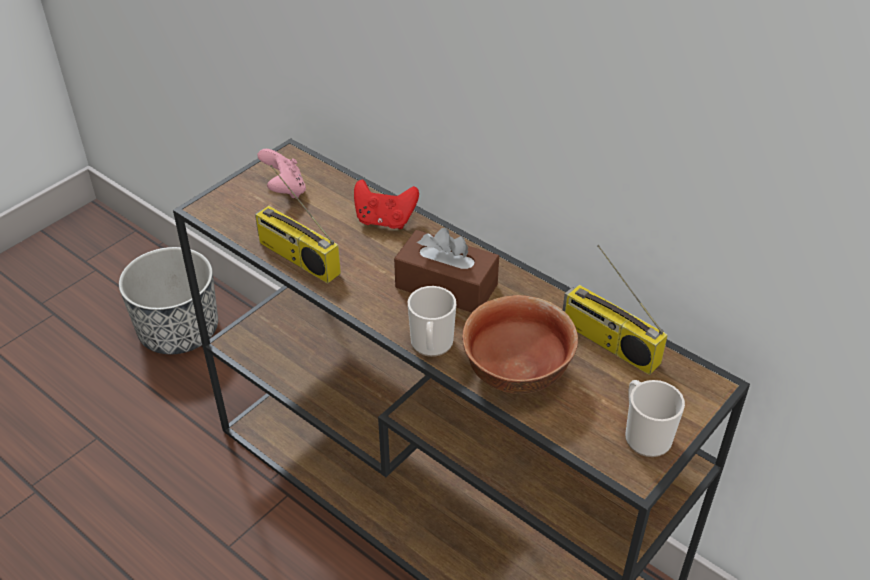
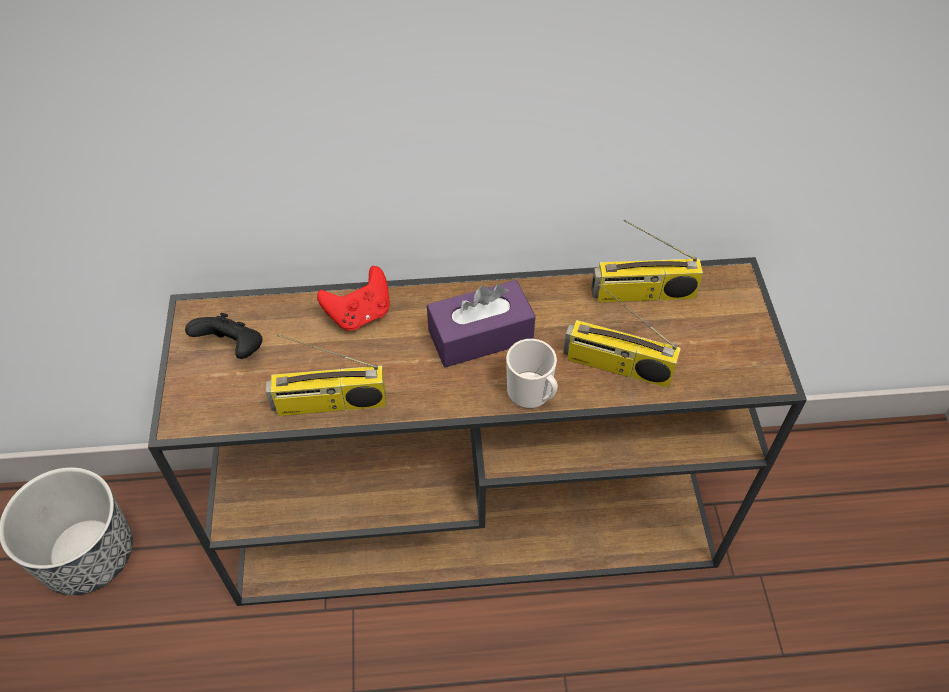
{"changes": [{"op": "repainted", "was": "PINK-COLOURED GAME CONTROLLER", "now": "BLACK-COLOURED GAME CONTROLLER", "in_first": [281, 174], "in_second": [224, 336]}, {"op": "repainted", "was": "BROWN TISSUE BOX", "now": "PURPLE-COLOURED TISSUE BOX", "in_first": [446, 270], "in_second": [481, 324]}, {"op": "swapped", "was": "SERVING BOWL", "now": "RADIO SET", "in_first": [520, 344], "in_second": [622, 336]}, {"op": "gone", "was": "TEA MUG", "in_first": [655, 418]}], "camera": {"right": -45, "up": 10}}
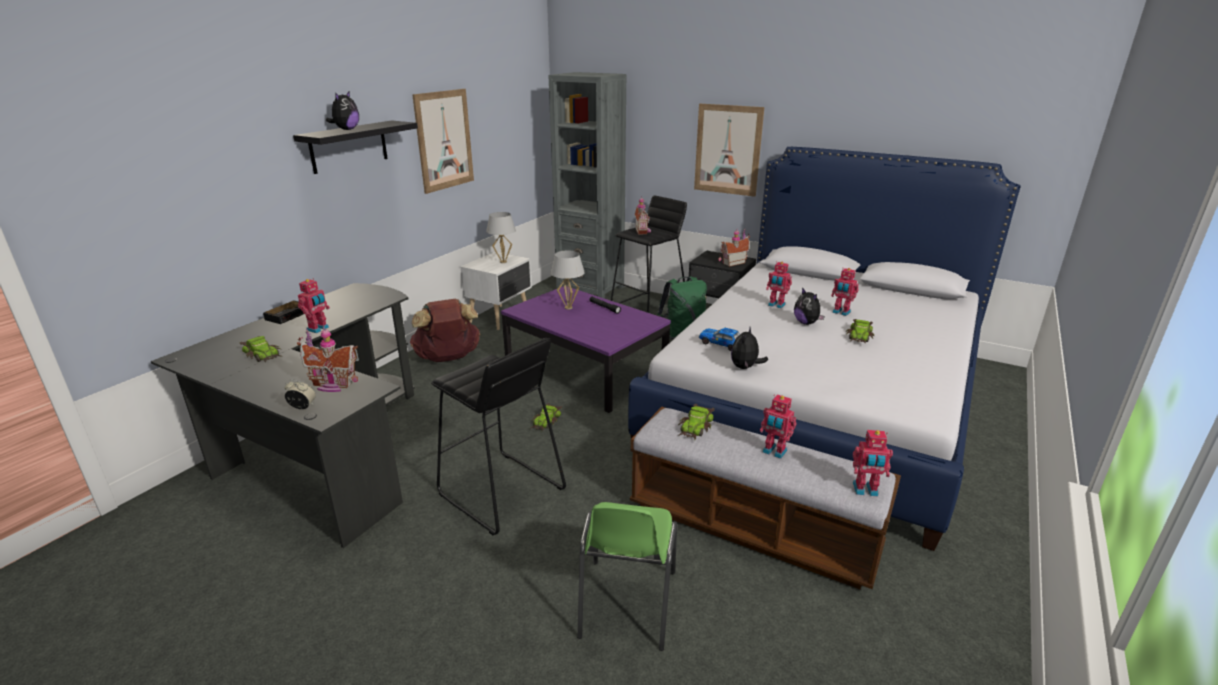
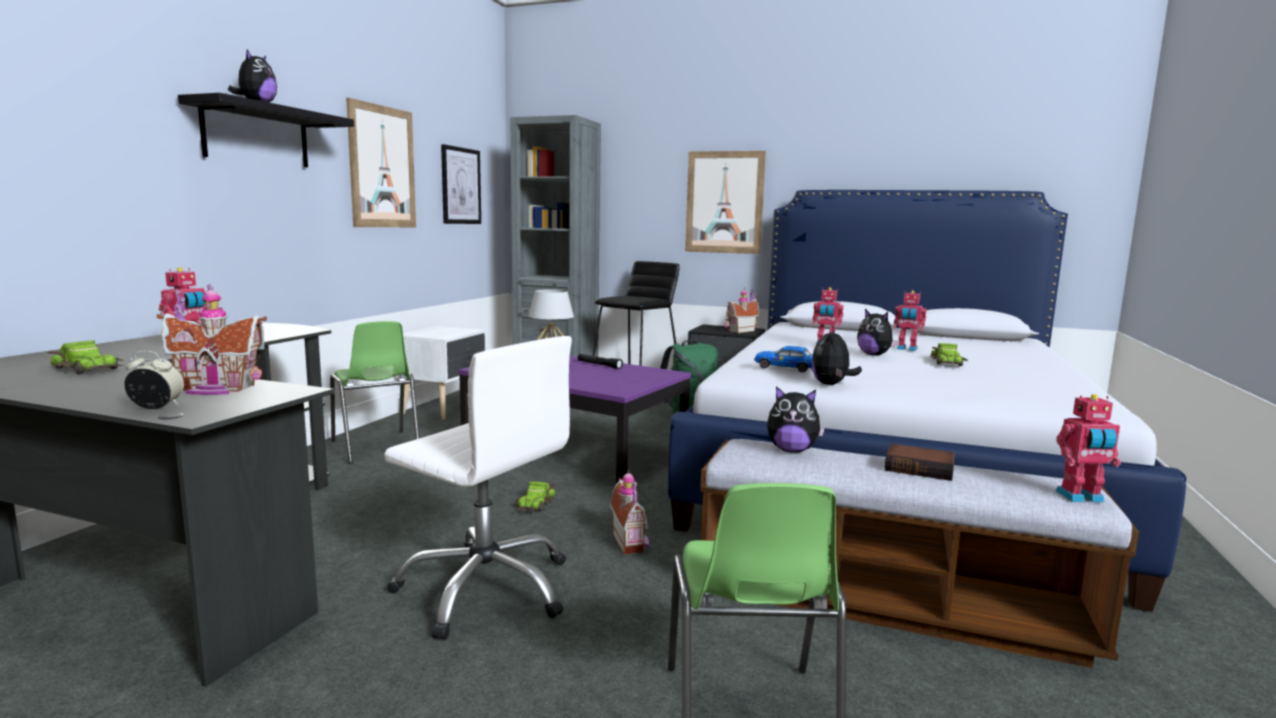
{"changes": [{"op": "swapped", "was": "BROWN KNAPSACK", "now": "GREEN-COLOURED PLAIN CHAIR", "in_first": [445, 330], "in_second": [374, 392]}, {"op": "swapped", "was": "BLACK-COLOURED SITTING STOOL", "now": "WHITE-COLOURED COMPUTER CHAIR", "in_first": [498, 436], "in_second": [478, 488]}, {"op": "new", "now": "WALL PICTURE", "in_second": [461, 184]}, {"op": "shifted", "was": "MINIATURE HOUSE", "in_first": [642, 216], "in_second": [629, 512]}, {"op": "swapped", "was": "MODEL CAR", "now": "CUDDLY TOY", "in_first": [696, 421], "in_second": [796, 420]}, {"op": "swapped", "was": "MODEL ROBOT", "now": "BOUND BOOK", "in_first": [778, 426], "in_second": [920, 462]}, {"op": "gone", "was": "TABLE CLOCK", "in_first": [283, 312]}, {"op": "gone", "was": "WHITE-COLOURED LAMP FOR A TABLE", "in_first": [501, 237]}], "camera": {"right": -10, "up": -15}}
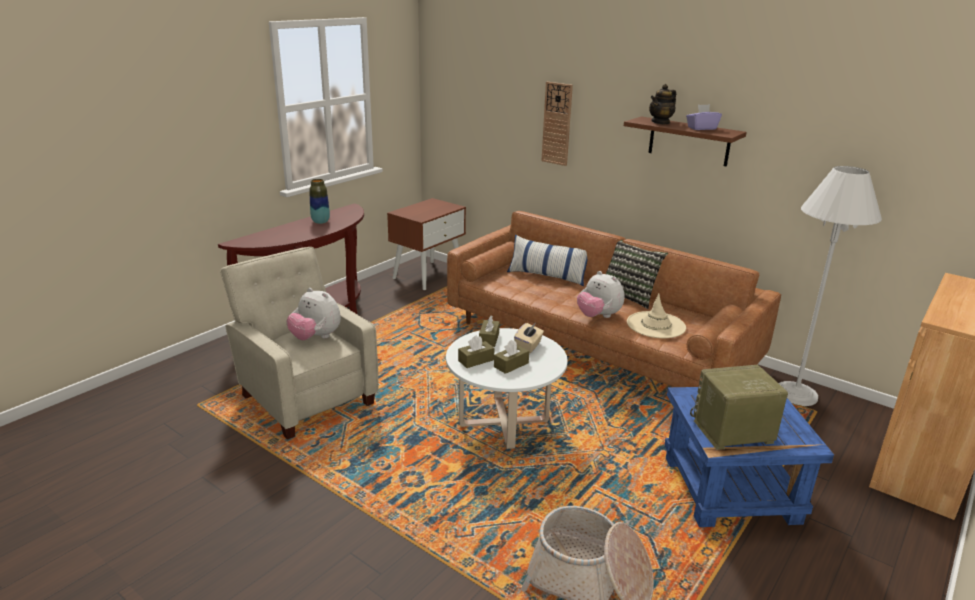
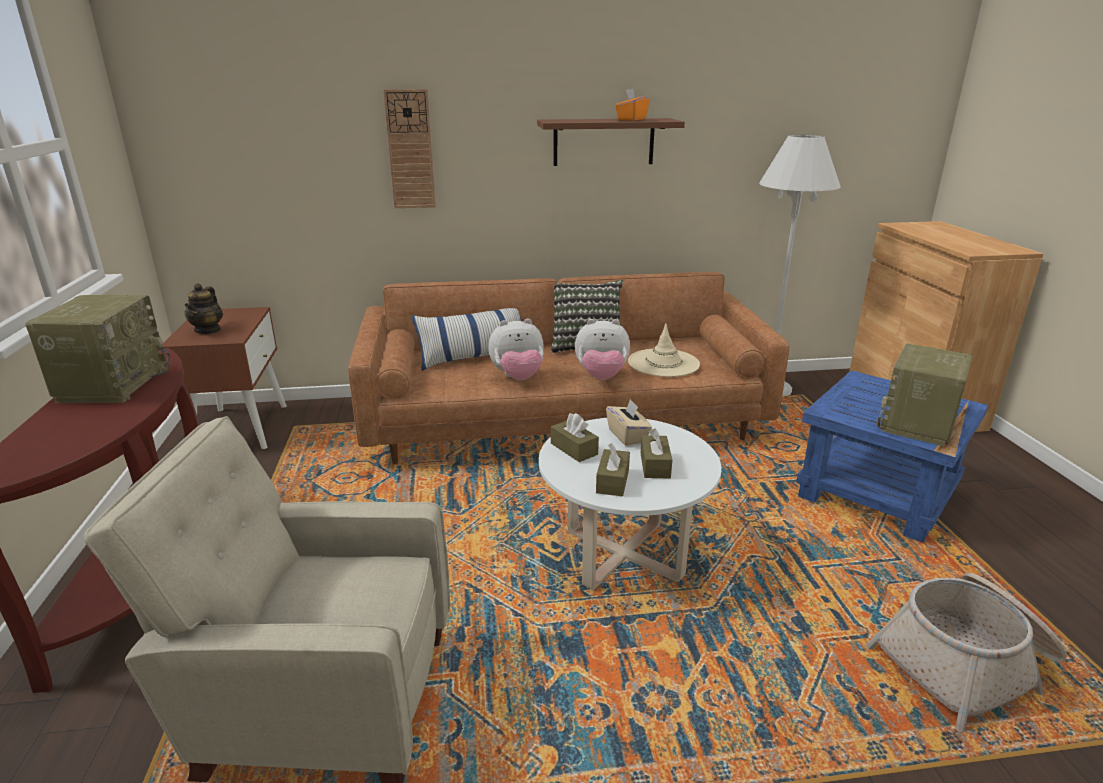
{"changes": [{"op": "swapped", "was": "DECORATIVE VASE", "now": "RADIO SET", "in_first": [319, 201], "in_second": [97, 349]}, {"op": "shifted", "was": "TEA POT", "in_first": [662, 104], "in_second": [204, 308]}, {"op": "shifted", "was": "CUDDLY TOY", "in_first": [314, 314], "in_second": [516, 349]}, {"op": "repainted", "was": "PURPLE-COLOURED TISSUE BOX", "now": "ORANGEY TISSUE BOX", "in_first": [704, 117], "in_second": [632, 105]}], "camera": {"right": -45, "up": 0}}
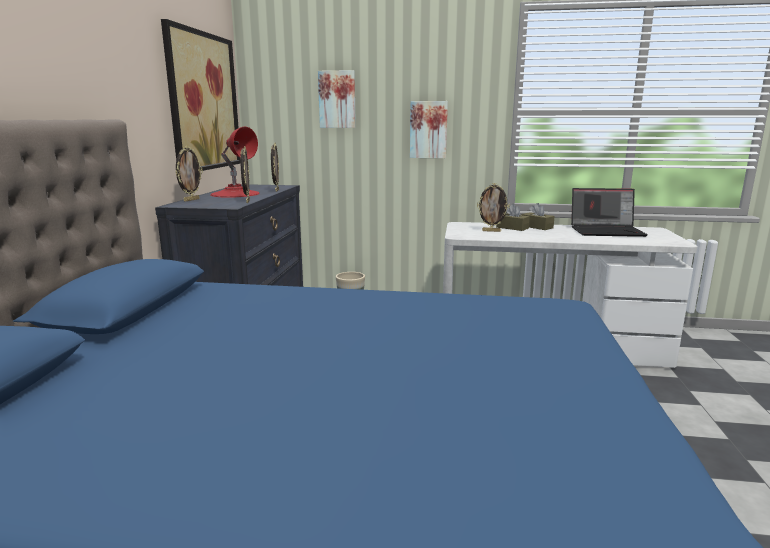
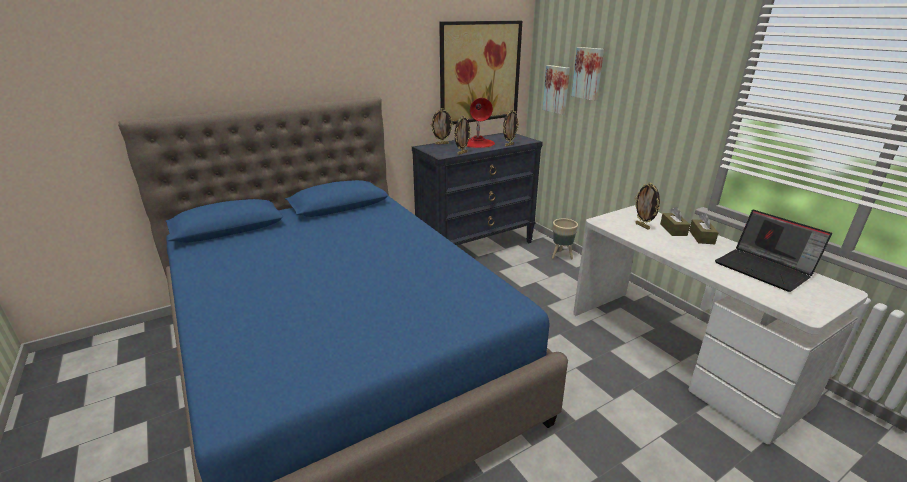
{"changes": [{"op": "shifted", "was": "WALL PICTURE", "in_first": [429, 129], "in_second": [556, 90]}], "camera": {"right": 50, "up": 10}}
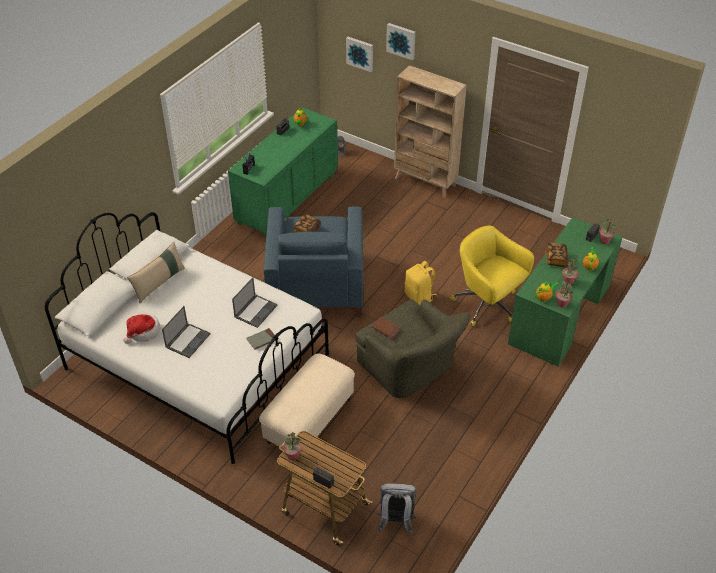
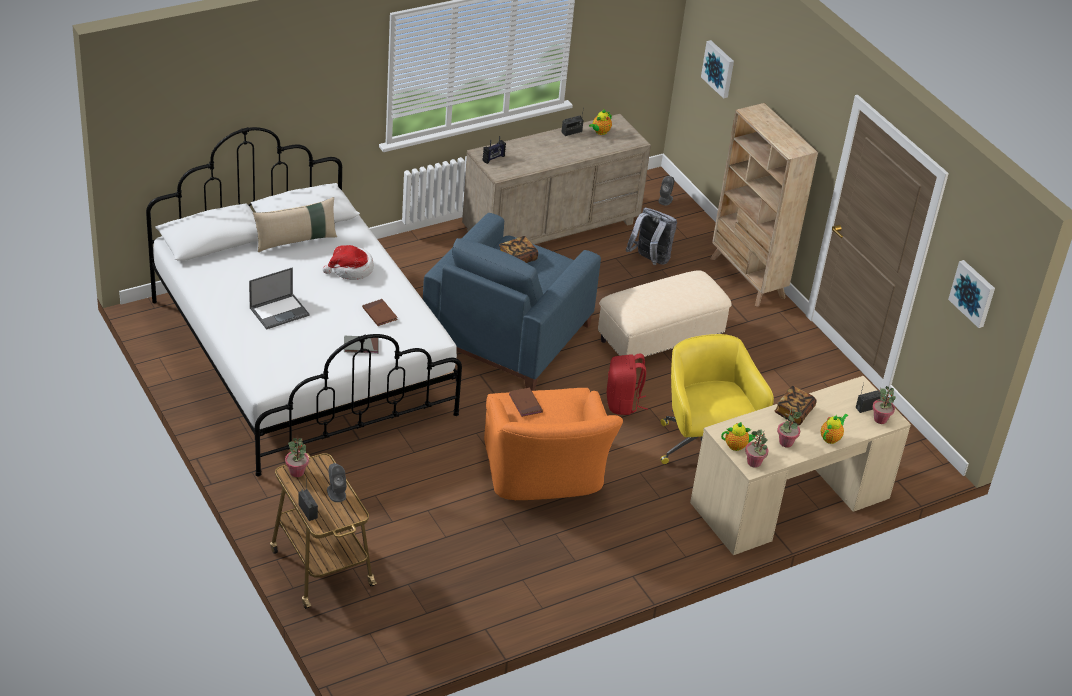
{"changes": [{"op": "shifted", "was": "WEARABLE HAT", "in_first": [141, 328], "in_second": [348, 262]}, {"op": "new", "now": "GREYISH LOUDSPEAKER", "in_second": [337, 482]}, {"op": "swapped", "was": "NOTEBOOK COMPUTER", "now": "BROWN BOUND BOOK", "in_first": [255, 302], "in_second": [380, 312]}, {"op": "repainted", "was": "GREEN-COLOURED DRESSER", "now": "BEIGE DRESSER", "in_first": [283, 171], "in_second": [556, 179]}, {"op": "repainted", "was": "GREEN-COLOURED LOUNGE CHAIR", "now": "ORANGEY LOUNGE CHAIR", "in_first": [413, 348], "in_second": [553, 444]}, {"op": "shifted", "was": "BEIGE POUFFE", "in_first": [307, 401], "in_second": [665, 314]}, {"op": "repainted", "was": "YELLOW-COLOURED KNAPSACK", "now": "REDDISH KNAPSACK", "in_first": [421, 283], "in_second": [627, 384]}, {"op": "shifted", "was": "GREYISH KNAPSACK", "in_first": [396, 508], "in_second": [651, 236]}, {"op": "repainted", "was": "GREEN-COLOURED DESK TABLE", "now": "BEIGE DESK TABLE", "in_first": [565, 291], "in_second": [800, 465]}, {"op": "shifted", "was": "WALL PICTURE", "in_first": [400, 41], "in_second": [971, 294]}], "camera": {"right": 25, "up": -5}}
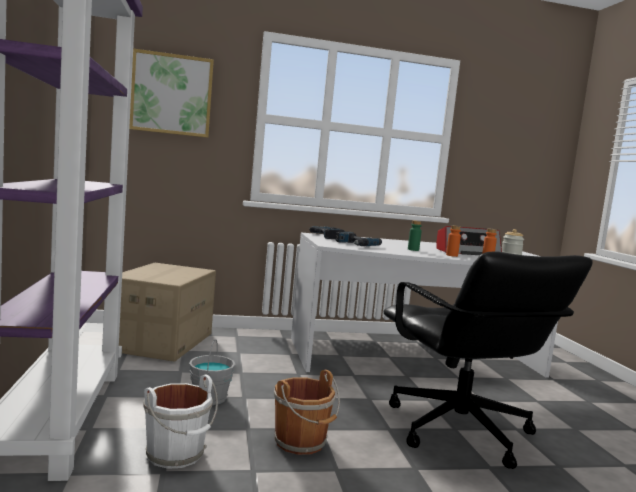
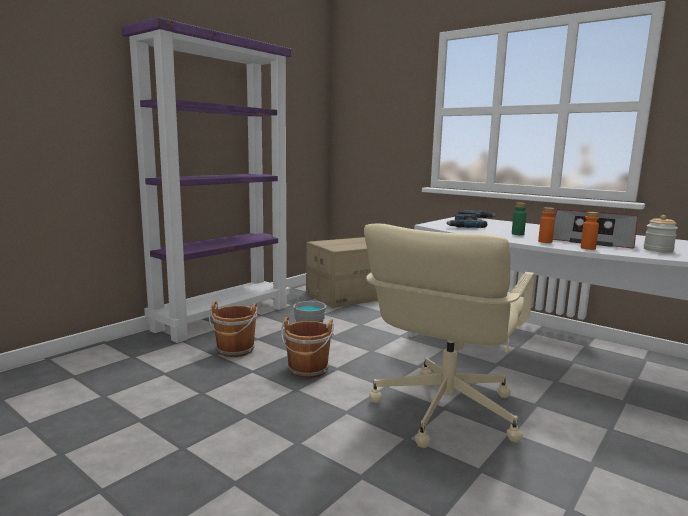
{"changes": [{"op": "repainted", "was": "WHITE-COLOURED PAIL", "now": "BROWN PAIL", "in_first": [180, 422], "in_second": [233, 329]}, {"op": "repainted", "was": "BLACK-COLOURED COMPUTER CHAIR", "now": "BEIGE COMPUTER CHAIR", "in_first": [488, 360], "in_second": [449, 336]}, {"op": "gone", "was": "WALL PICTURE", "in_first": [171, 93]}], "camera": {"right": 50, "up": 5}}
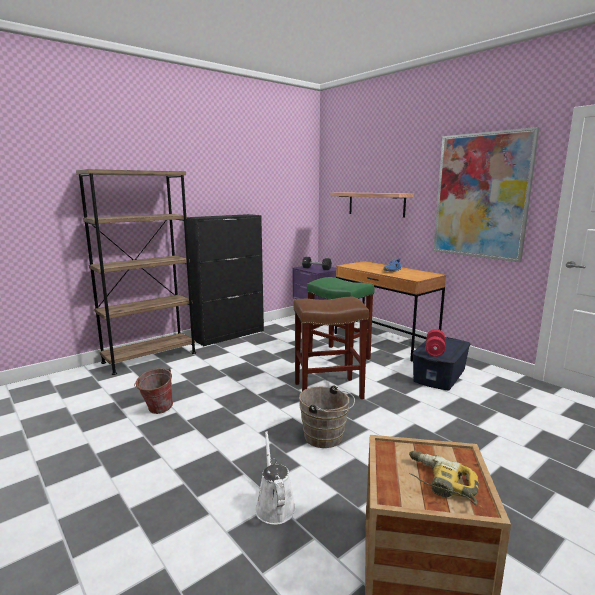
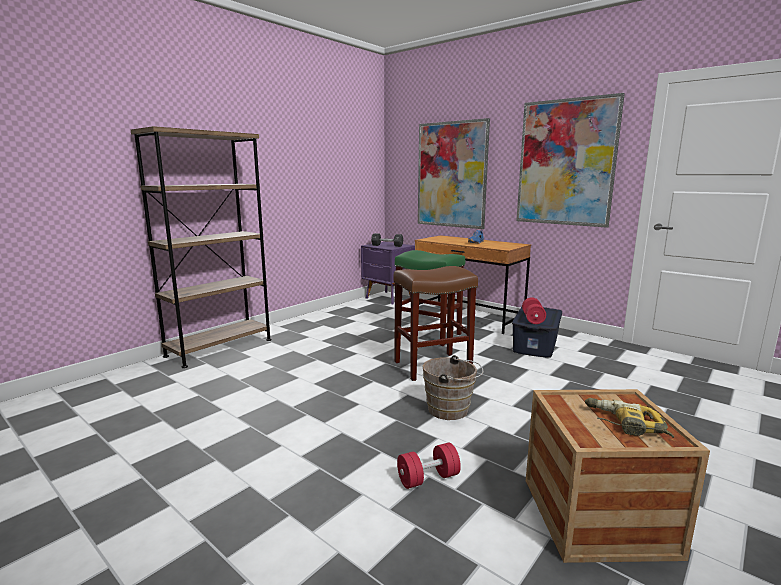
{"changes": [{"op": "swapped", "was": "WHITE-COLOURED WATERING CAN", "now": "REDDISH HAND WEIGHT", "in_first": [275, 478], "in_second": [429, 466]}, {"op": "swapped", "was": "SHELF", "now": "WALL PICTURE", "in_first": [372, 205], "in_second": [454, 173]}, {"op": "gone", "was": "PAIL", "in_first": [153, 391]}, {"op": "gone", "was": "BLACK-COLOURED STORAGE CABINET", "in_first": [225, 280]}], "camera": {"right": -10, "up": 0}}
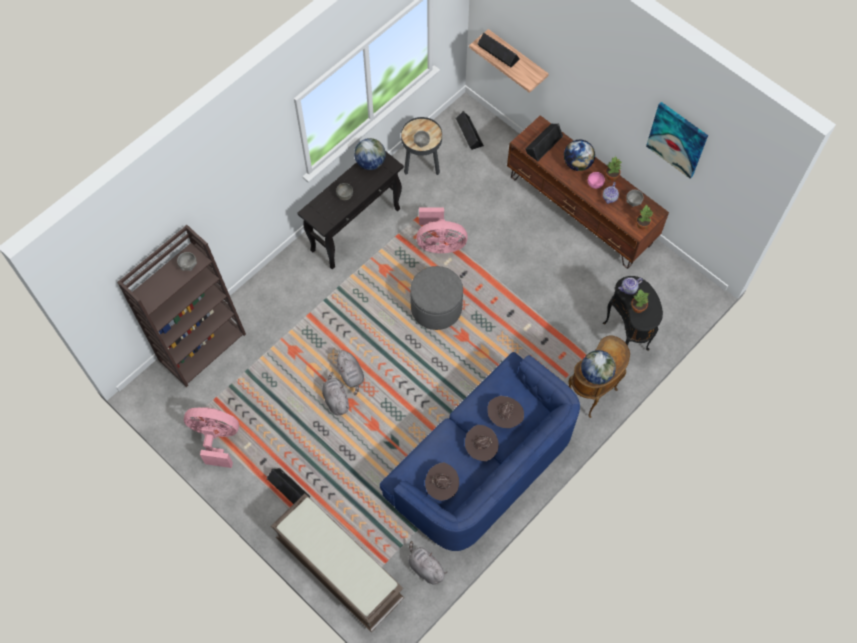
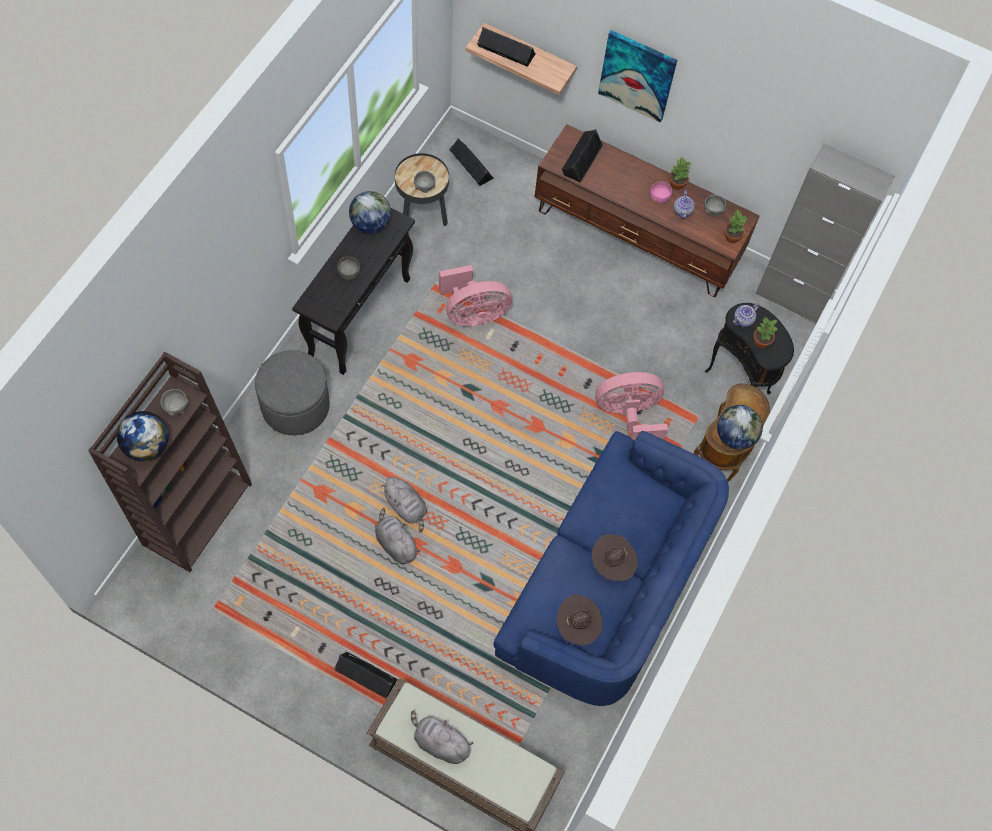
{"changes": [{"op": "shifted", "was": "DESK GLOBE", "in_first": [579, 155], "in_second": [143, 436]}, {"op": "shifted", "was": "GREYISH POUFFE", "in_first": [436, 298], "in_second": [292, 392]}, {"op": "shifted", "was": "GREYISH CUDDLY TOY", "in_first": [427, 563], "in_second": [442, 737]}, {"op": "shifted", "was": "PINK-COLOURED ELECTRIC FAN", "in_first": [211, 437], "in_second": [631, 406]}, {"op": "shifted", "was": "WALL PICTURE", "in_first": [677, 140], "in_second": [637, 76]}, {"op": "new", "now": "GREYISH STORAGE CABINET", "in_second": [825, 233]}, {"op": "gone", "was": "BROWN WEARABLE HAT", "in_first": [506, 412]}], "camera": {"right": -20, "up": 0}}
